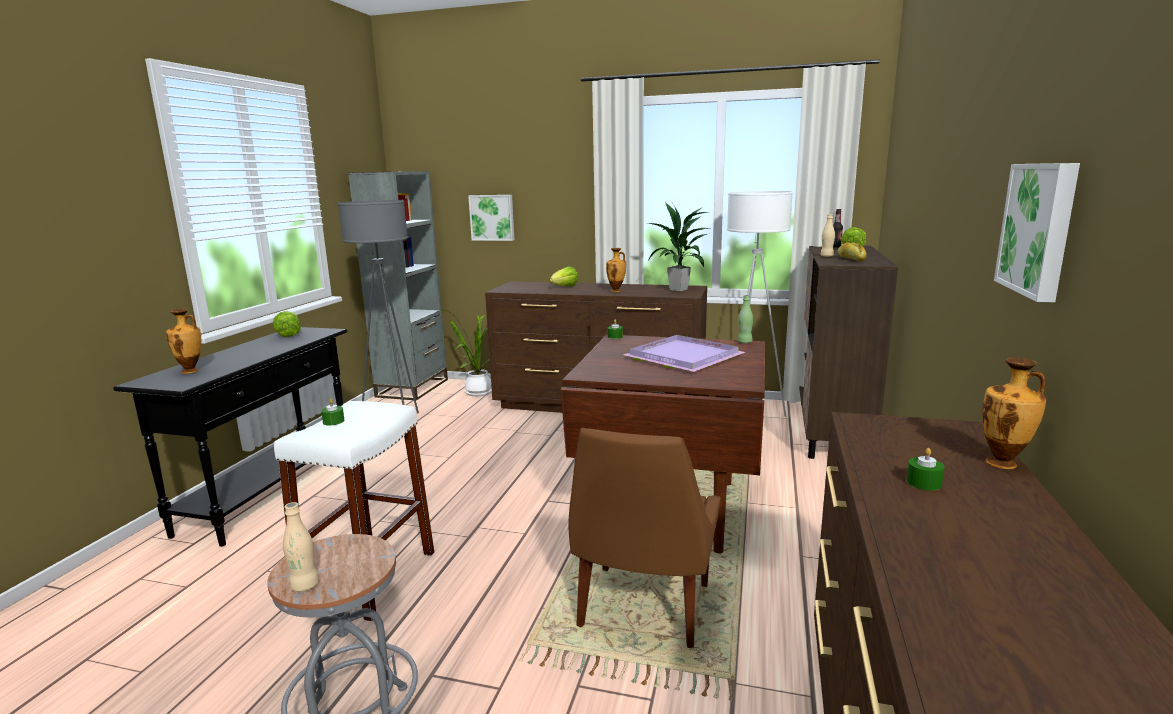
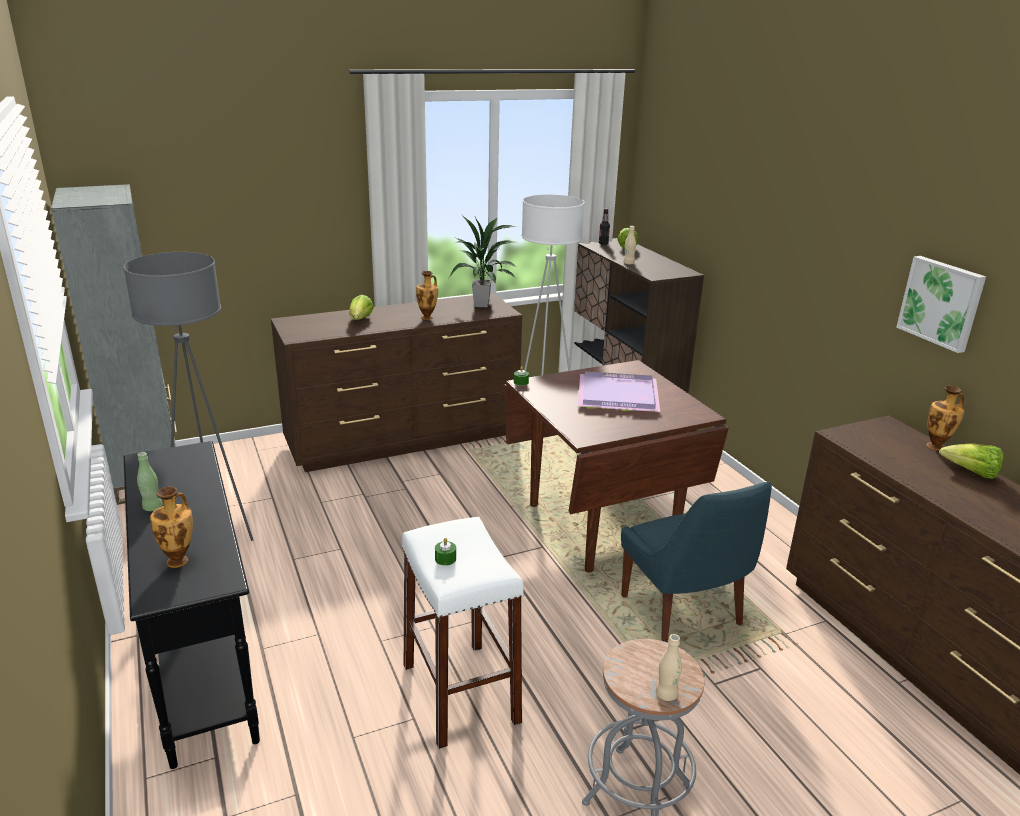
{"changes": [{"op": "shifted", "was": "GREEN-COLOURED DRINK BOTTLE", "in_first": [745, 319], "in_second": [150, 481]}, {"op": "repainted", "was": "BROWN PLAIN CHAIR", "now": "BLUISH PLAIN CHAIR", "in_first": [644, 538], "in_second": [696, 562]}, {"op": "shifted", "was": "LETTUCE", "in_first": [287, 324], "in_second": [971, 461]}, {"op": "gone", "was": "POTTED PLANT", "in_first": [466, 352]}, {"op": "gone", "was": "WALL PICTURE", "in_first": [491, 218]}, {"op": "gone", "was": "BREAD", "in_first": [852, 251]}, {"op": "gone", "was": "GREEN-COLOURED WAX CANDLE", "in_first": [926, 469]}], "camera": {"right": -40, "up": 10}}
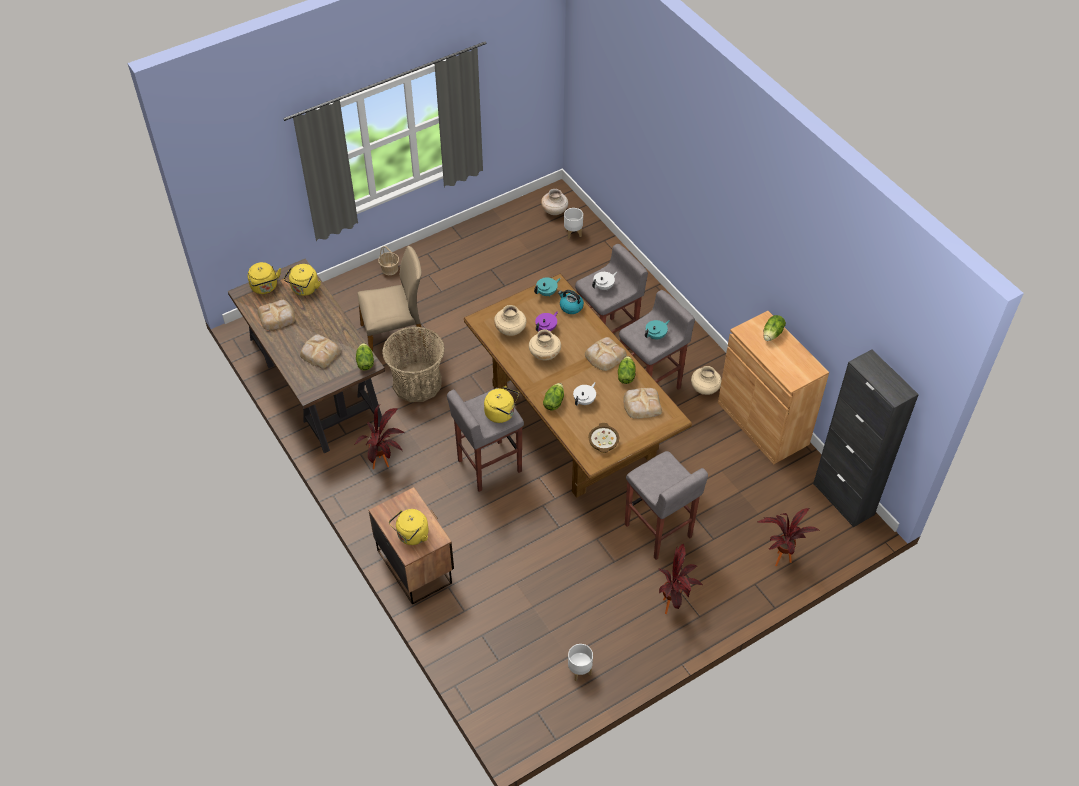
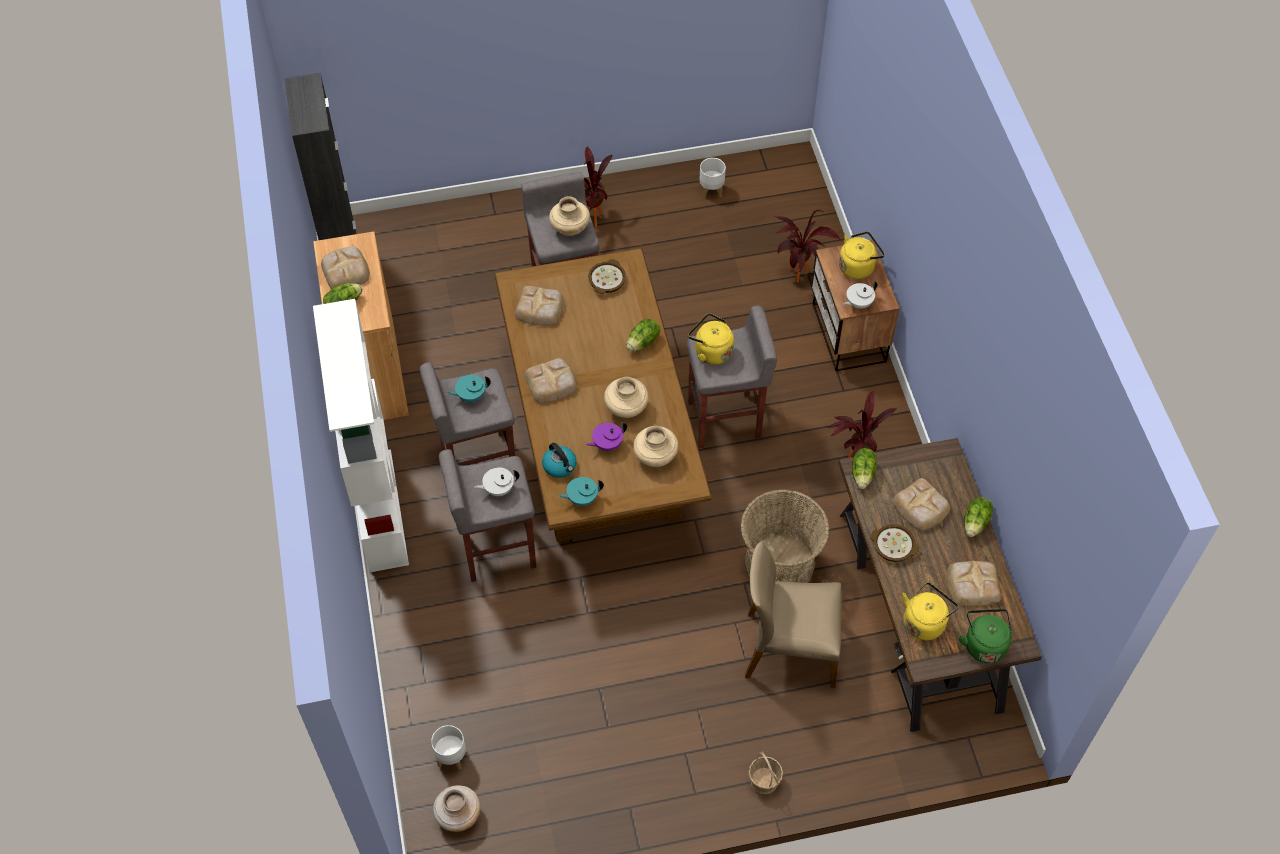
{"changes": [{"op": "new", "now": "WHITE-COLOURED SHELVING UNIT", "in_second": [361, 435]}, {"op": "new", "now": "BREAD", "in_second": [345, 267]}, {"op": "shifted", "was": "BEIGE DECORATIVE VASE", "in_first": [706, 380], "in_second": [569, 216]}, {"op": "shifted", "was": "POTTED PLANT", "in_first": [788, 537], "in_second": [807, 246]}, {"op": "shifted", "was": "WHITE-COLOURED TEA POT", "in_first": [584, 394], "in_second": [860, 295]}, {"op": "new", "now": "SERVING BOWL", "in_second": [895, 543]}, {"op": "repainted", "was": "YELLOW-COLOURED KETTLE", "now": "GREEN-COLOURED KETTLE", "in_first": [264, 278], "in_second": [985, 636]}, {"op": "shifted", "was": "LETTUCE", "in_first": [627, 370], "in_second": [979, 517]}], "camera": {"right": -160, "up": 5}}
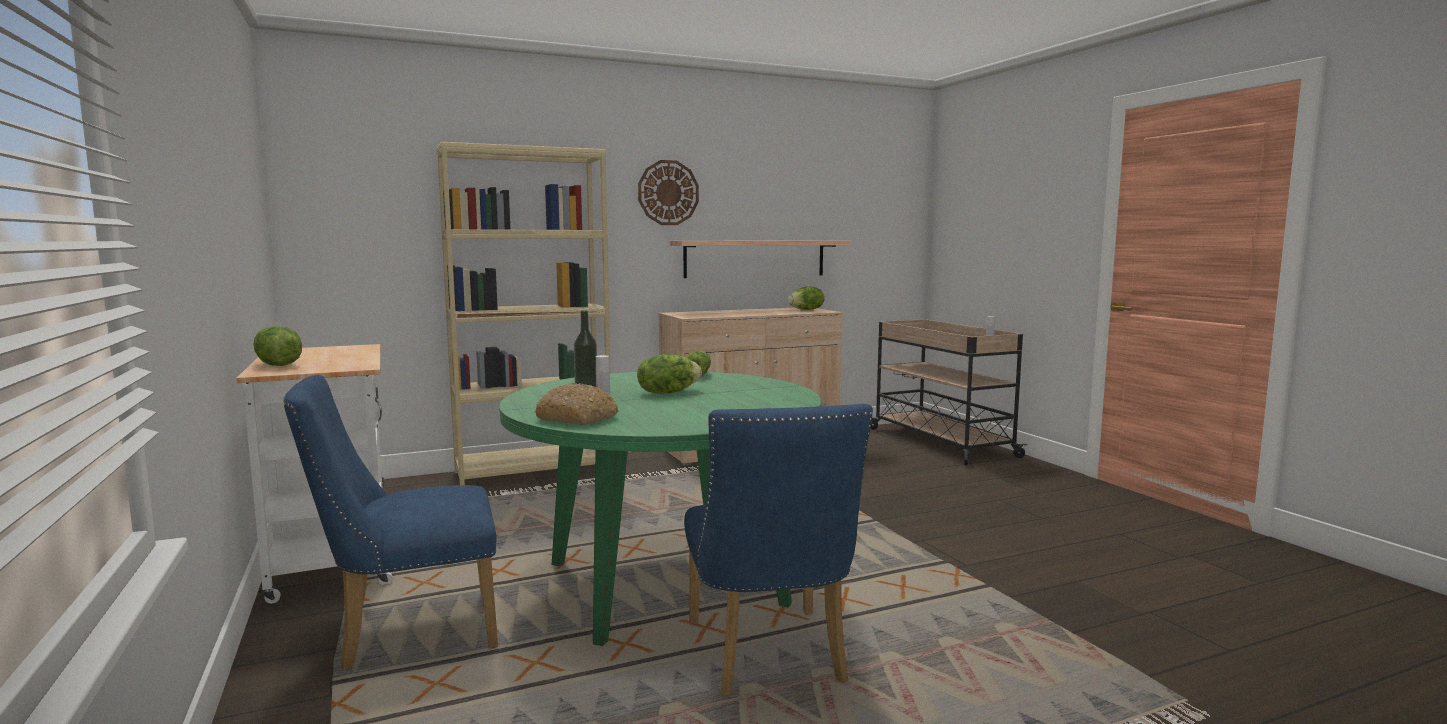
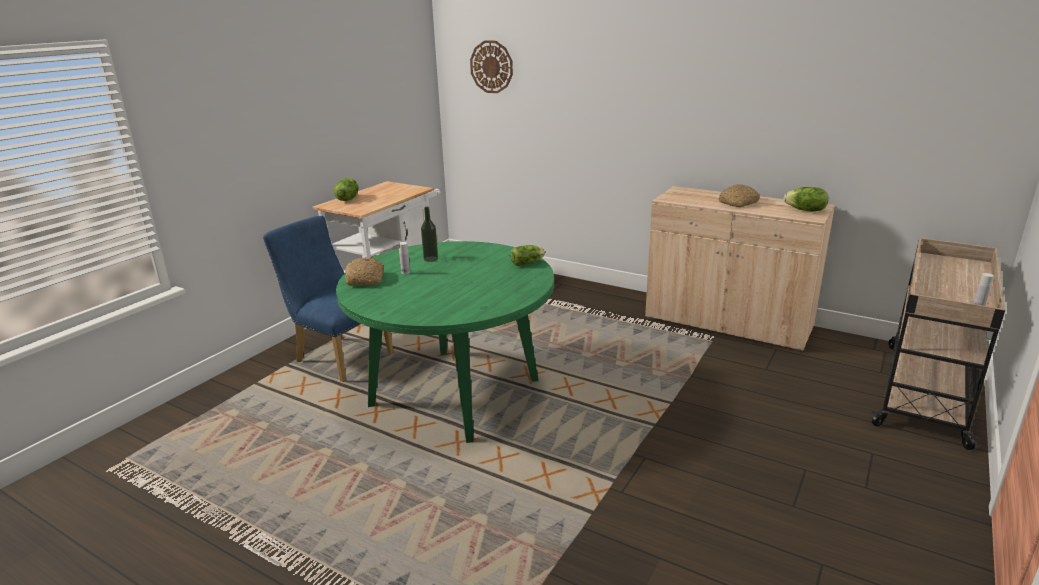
{"changes": [{"op": "shifted", "was": "CLOCK ON THE WALL", "in_first": [668, 192], "in_second": [491, 67]}, {"op": "new", "now": "BREAD", "in_second": [739, 195]}, {"op": "gone", "was": "BEIGE SHELVING UNIT", "in_first": [523, 313]}, {"op": "gone", "was": "LETTUCE", "in_first": [669, 374]}, {"op": "gone", "was": "SHELF", "in_first": [760, 259]}, {"op": "gone", "was": "BLUISH PLAIN CHAIR", "in_first": [778, 550]}], "camera": {"right": 55, "up": 15}}
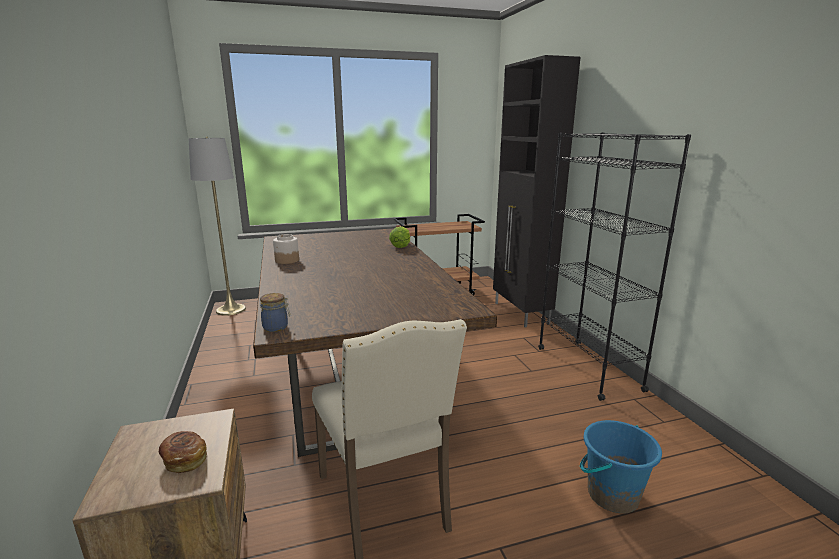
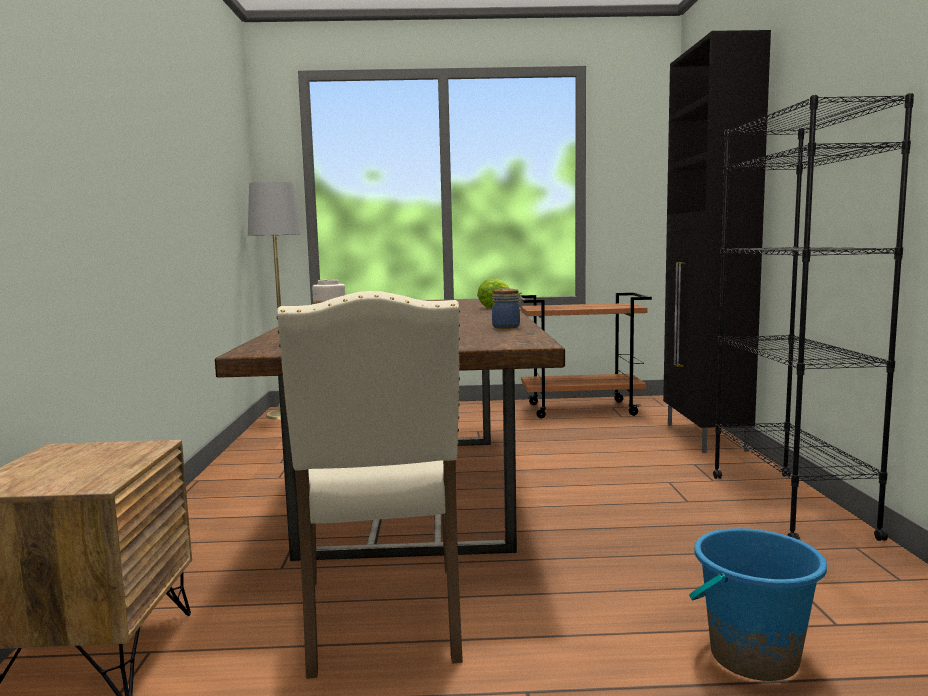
{"changes": [{"op": "shifted", "was": "PRESERVE JAR", "in_first": [275, 312], "in_second": [507, 308]}, {"op": "gone", "was": "BREAD", "in_first": [183, 452]}], "camera": {"right": 15, "up": -10}}
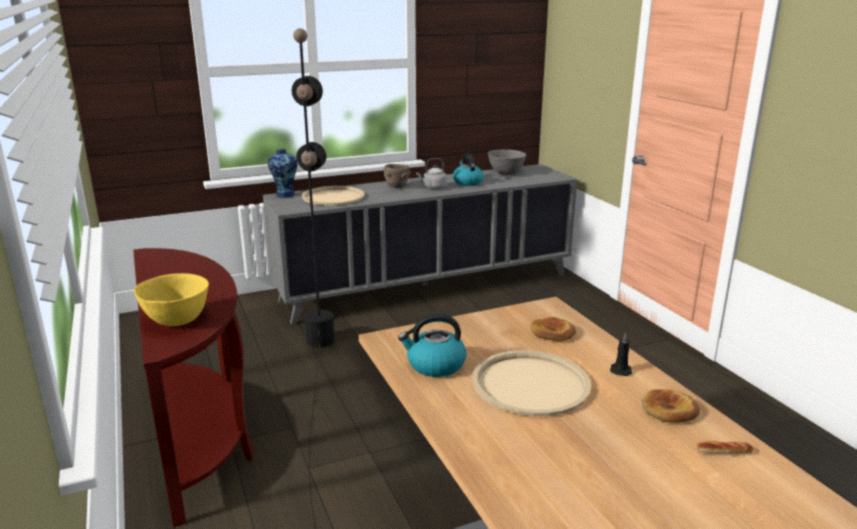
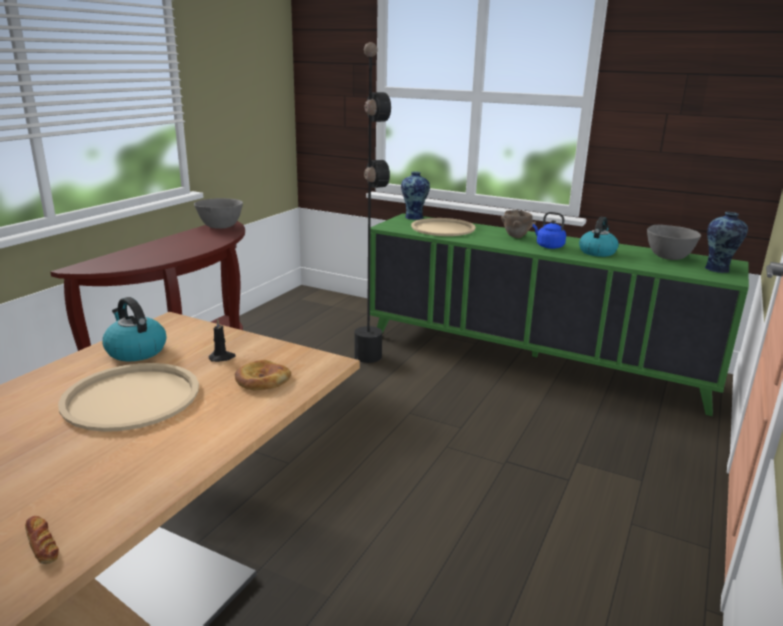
{"changes": [{"op": "new", "now": "GREYISH SERVING BOWL", "in_second": [218, 213]}, {"op": "shifted", "was": "BLACK-COLOURED WAX CANDLE", "in_first": [621, 354], "in_second": [222, 340]}, {"op": "repainted", "was": "GREYISH STORAGE CABINET", "now": "GREEN-COLOURED STORAGE CABINET", "in_first": [420, 244], "in_second": [559, 314]}, {"op": "repainted", "was": "GREYISH KETTLE", "now": "BLUISH KETTLE", "in_first": [431, 173], "in_second": [549, 230]}, {"op": "new", "now": "DECORATIVE VASE", "in_second": [726, 242]}, {"op": "gone", "was": "YELLOW-COLOURED SERVING BOWL", "in_first": [171, 299]}, {"op": "gone", "was": "BREAD", "in_first": [671, 406]}], "camera": {"right": 50, "up": 0}}
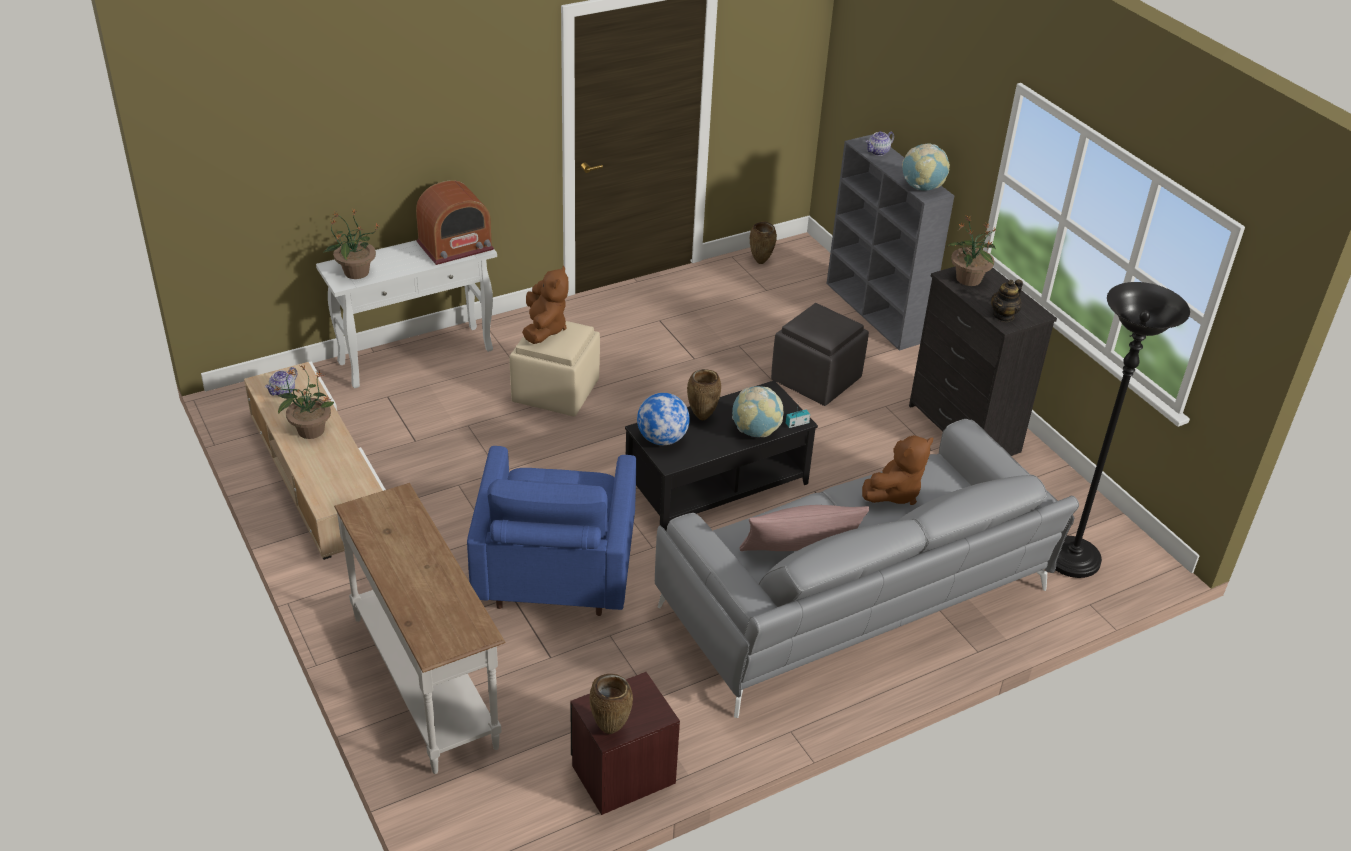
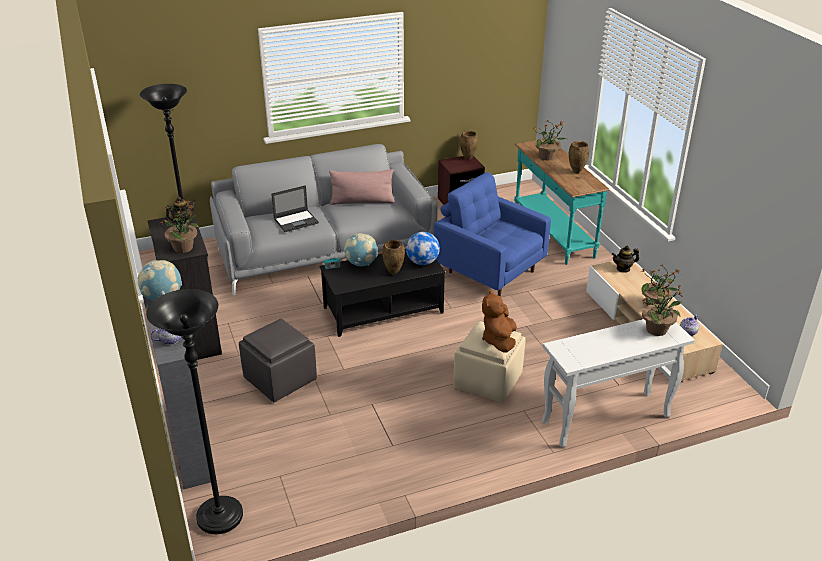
{"changes": [{"op": "new", "now": "BLACK-COLOURED FLOOR LAMP", "in_second": [194, 411]}, {"op": "swapped", "was": "BROWN CUDDLY TOY", "now": "NOTEBOOK COMPUTER", "in_first": [897, 470], "in_second": [295, 208]}, {"op": "rotated", "was": "BLUISH LOUNGE CHAIR", "in_first": [551, 531], "in_second": [492, 234], "clockwise": -60}, {"op": "repainted", "was": "WHITE-COLOURED HALL TABLE", "now": "TURQUOISE HALL TABLE", "in_first": [420, 628], "in_second": [561, 202]}, {"op": "new", "now": "POTTED PLANT", "in_second": [549, 140]}, {"op": "shifted", "was": "BROWN DECORATIVE VASE", "in_first": [763, 242], "in_second": [579, 157]}, {"op": "new", "now": "TEA POT", "in_second": [625, 259]}, {"op": "gone", "was": "RADIO SET", "in_first": [455, 222]}], "camera": {"right": -170, "up": -5}}
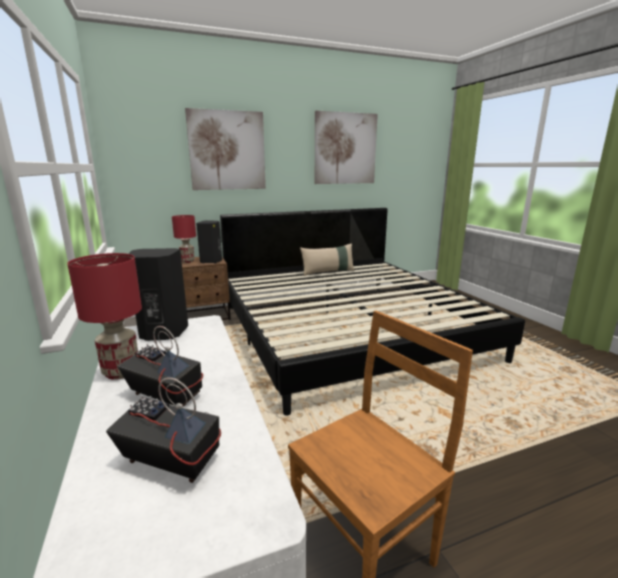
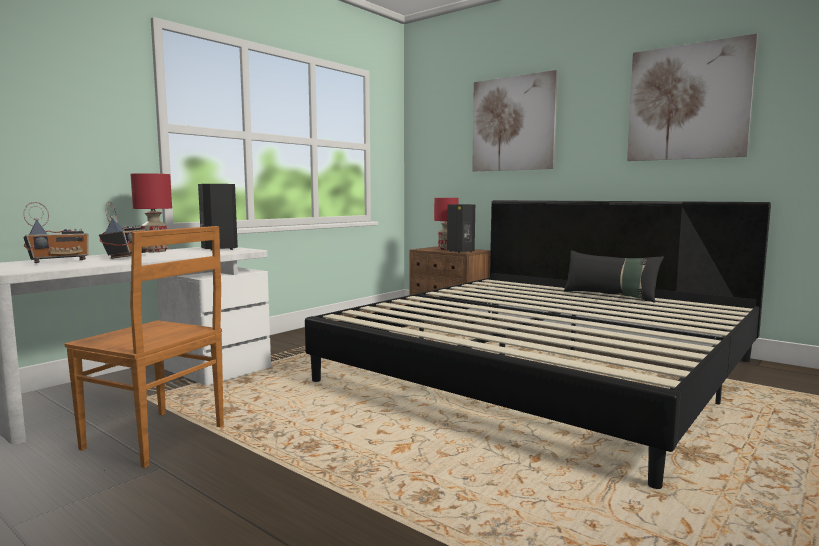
{"changes": [{"op": "rotated", "was": "RADIO SET", "in_first": [163, 430], "in_second": [56, 232], "clockwise": 60}, {"op": "repainted", "was": "BEIGE CUSHION", "now": "BLACK-COLOURED CUSHION", "in_first": [327, 259], "in_second": [614, 276]}], "camera": {"right": 60, "up": -10}}
